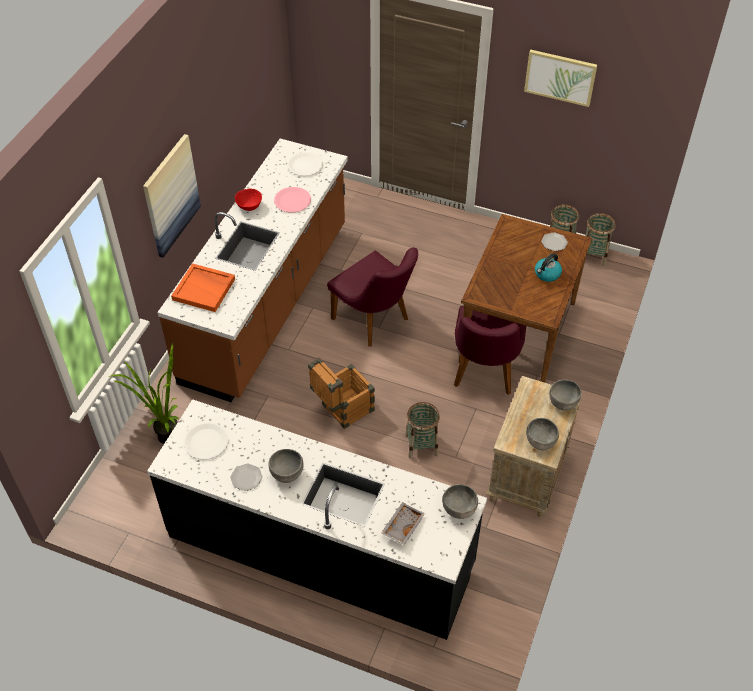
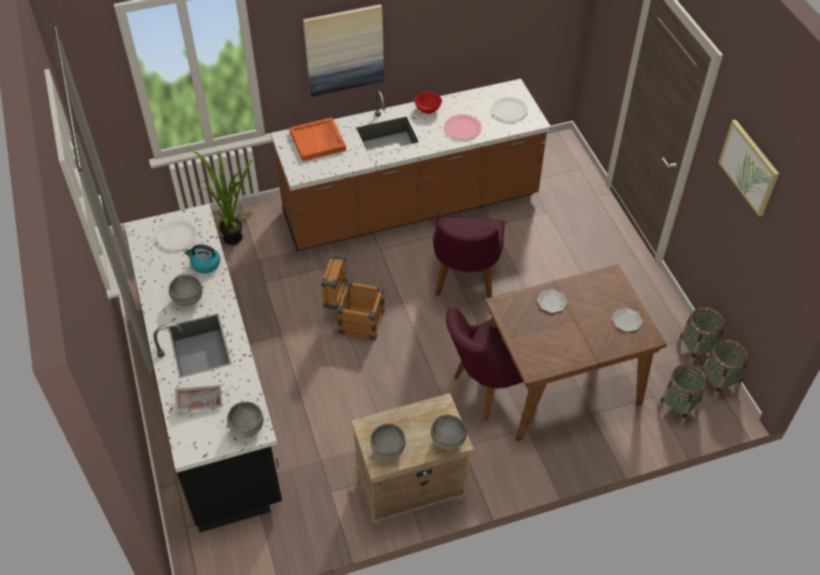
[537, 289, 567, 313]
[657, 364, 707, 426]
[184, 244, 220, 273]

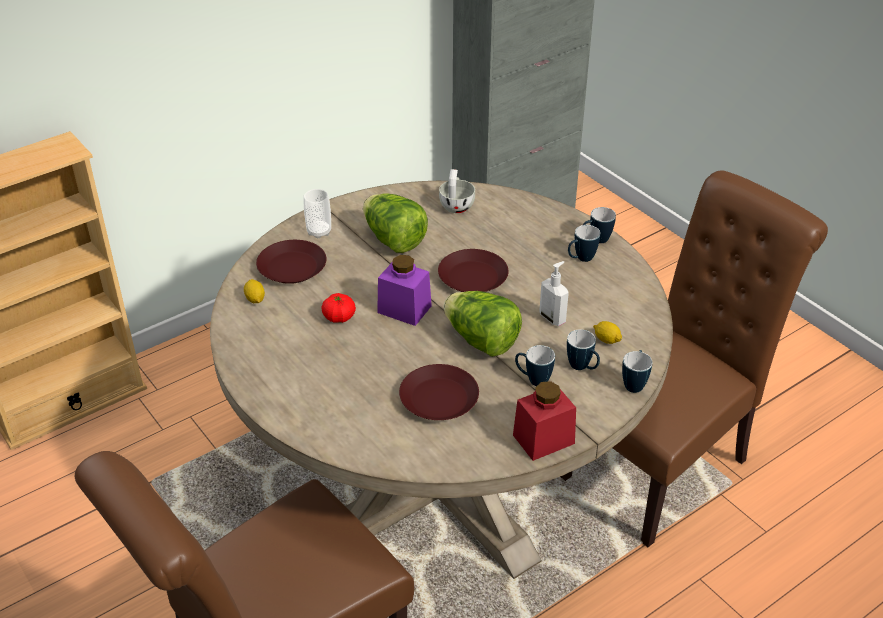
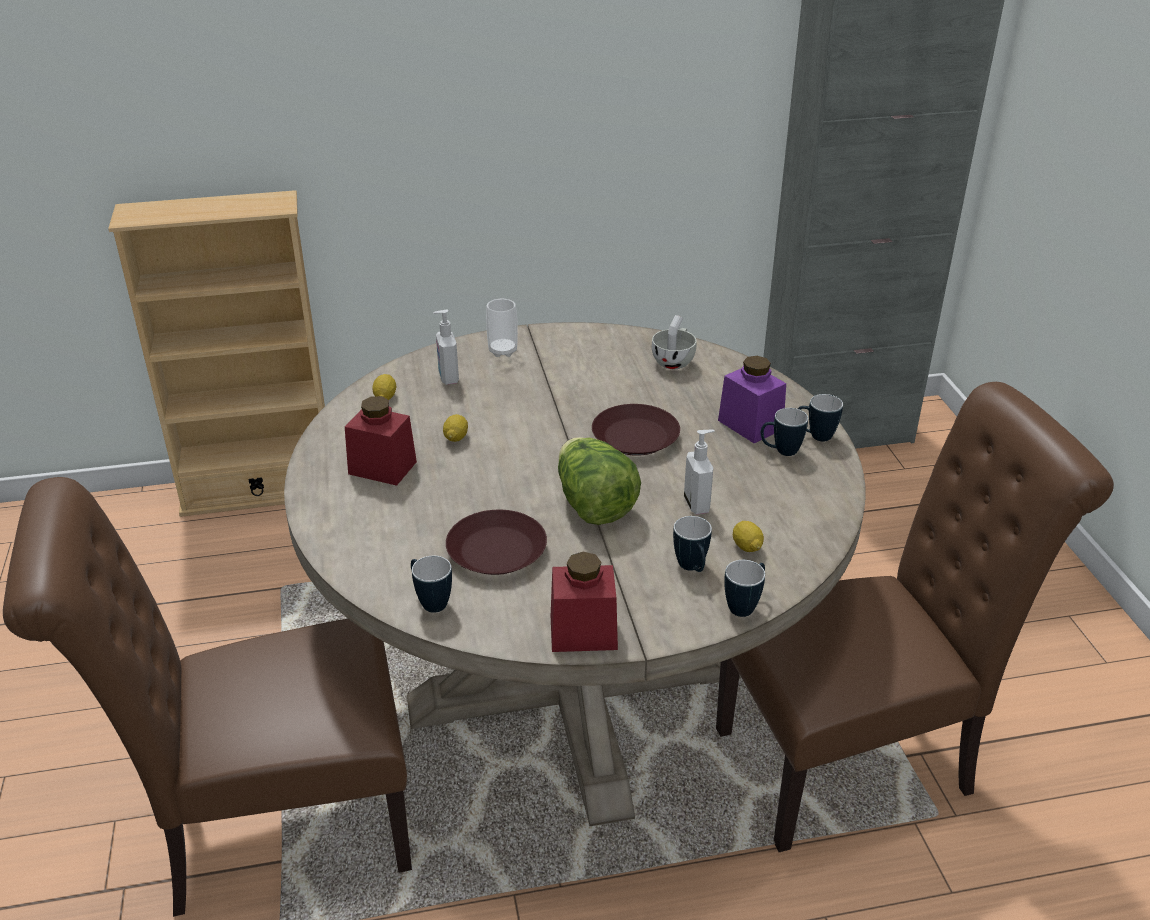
[363, 193, 428, 253] (first image)
[345, 396, 417, 486]
[718, 356, 786, 443]
[411, 556, 452, 613]
[433, 310, 459, 385]
[443, 414, 468, 442]

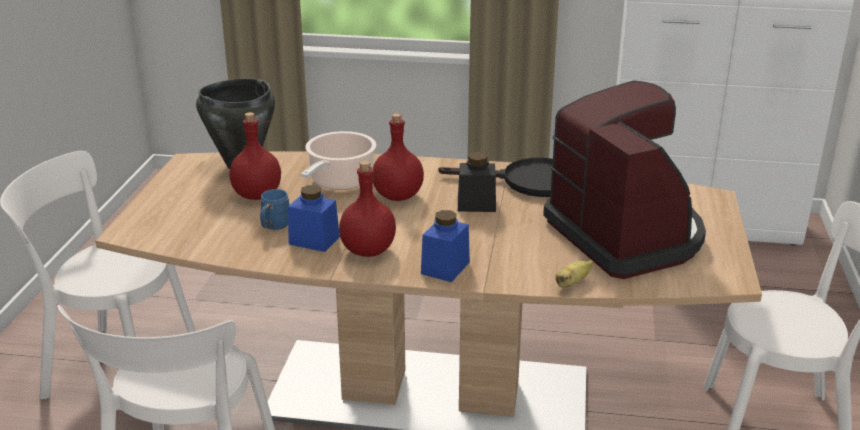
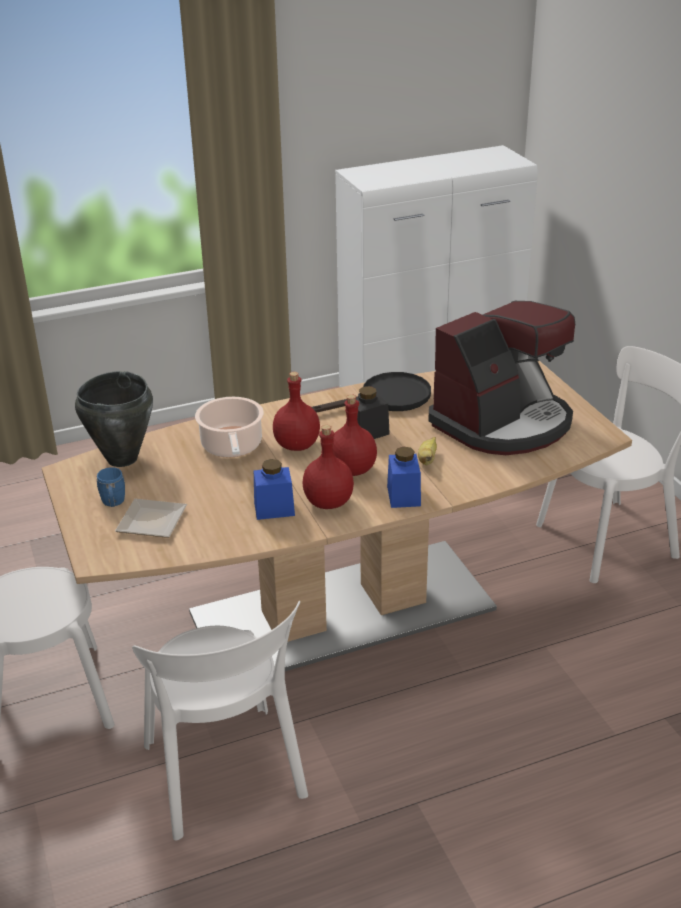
[115, 499, 187, 538]
[333, 394, 377, 476]
[97, 467, 125, 507]
[418, 437, 437, 465]
[428, 301, 575, 455]

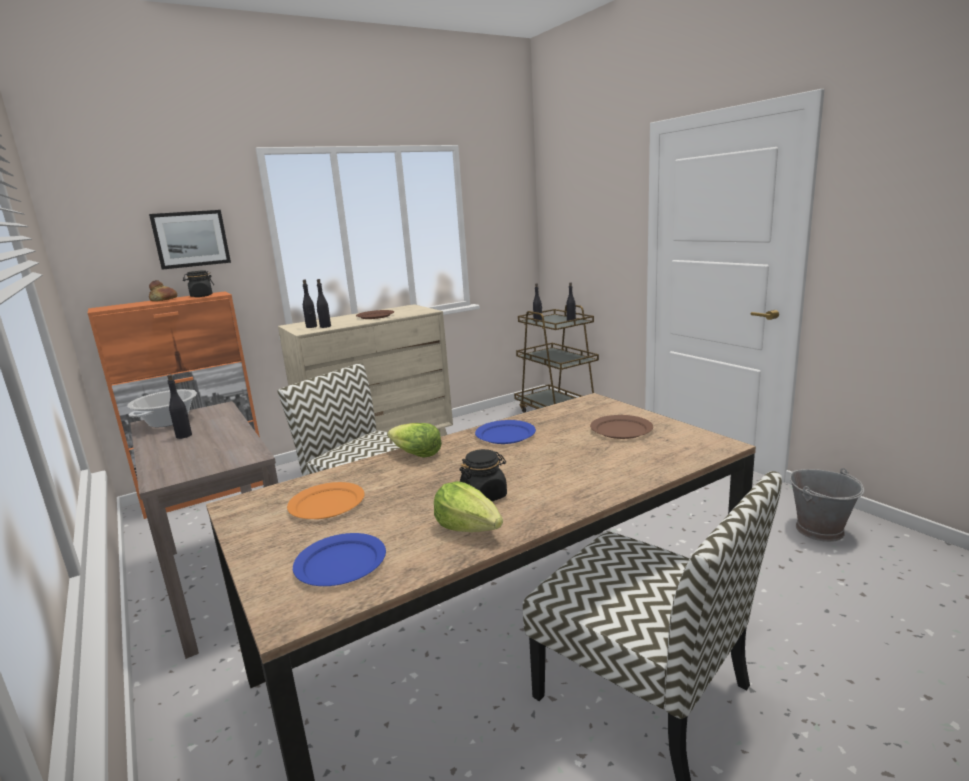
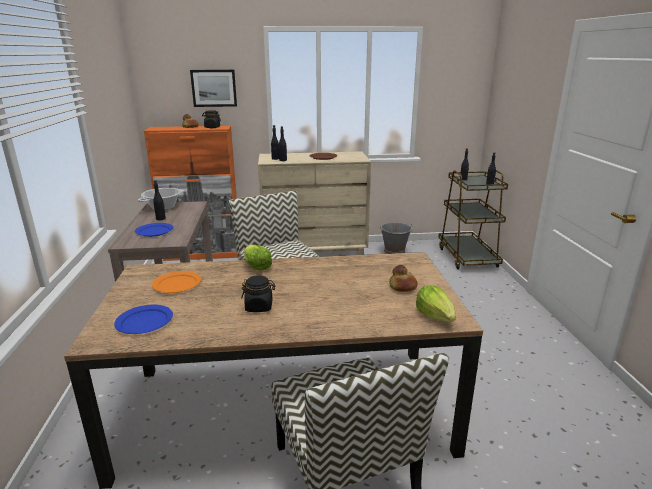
[416, 285, 456, 322]
[135, 223, 173, 237]
[379, 222, 413, 254]
[389, 265, 417, 292]

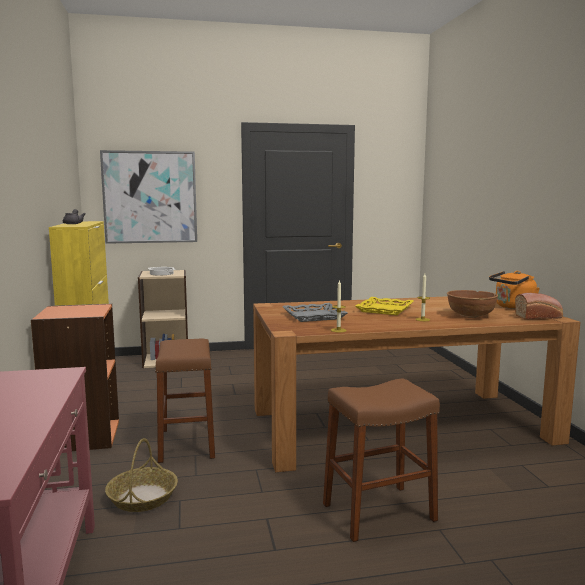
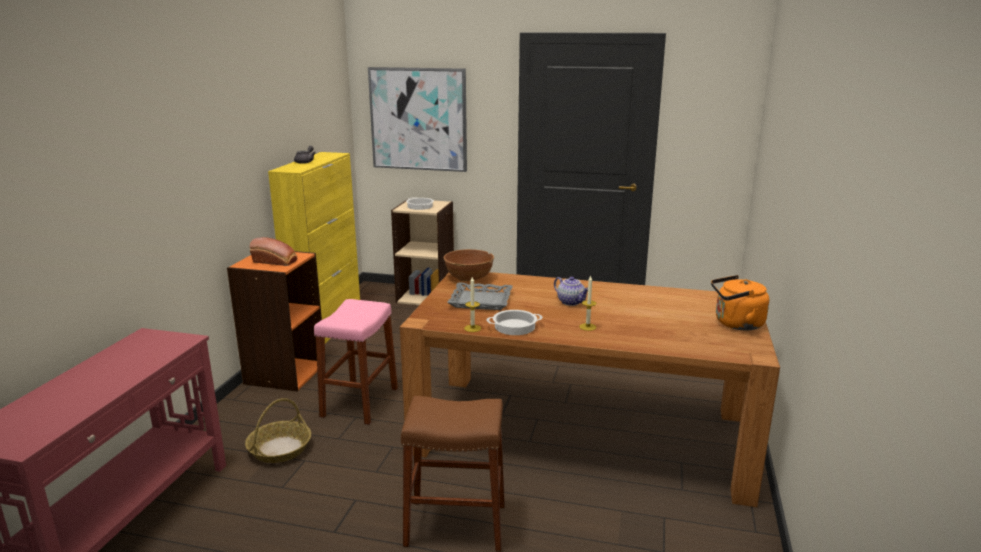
[486, 310, 543, 335]
[444, 249, 494, 281]
[250, 237, 297, 266]
[554, 277, 588, 306]
[314, 299, 398, 425]

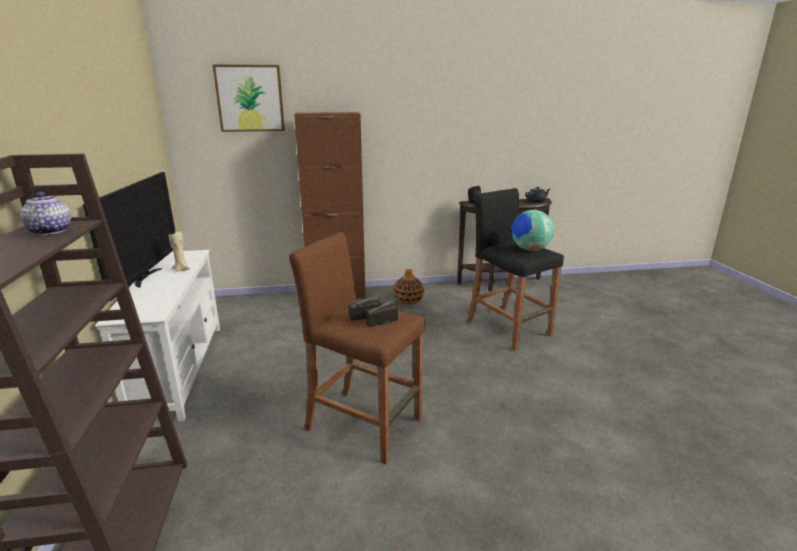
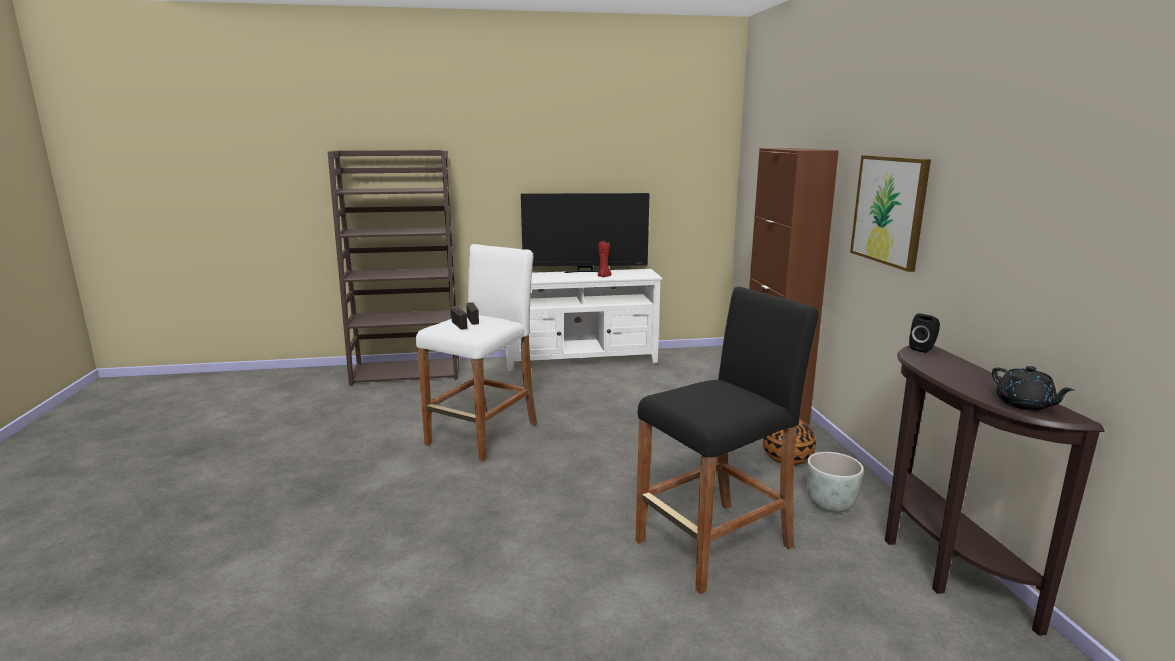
[20, 192, 71, 235] (first image)
[511, 210, 554, 251] (first image)
[807, 452, 864, 513]
[850, 155, 931, 272]
[598, 242, 612, 277]
[416, 244, 537, 461]

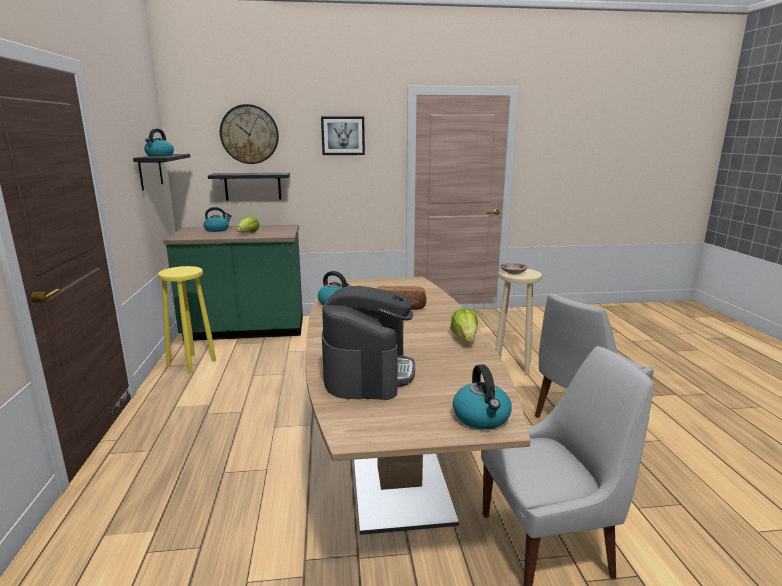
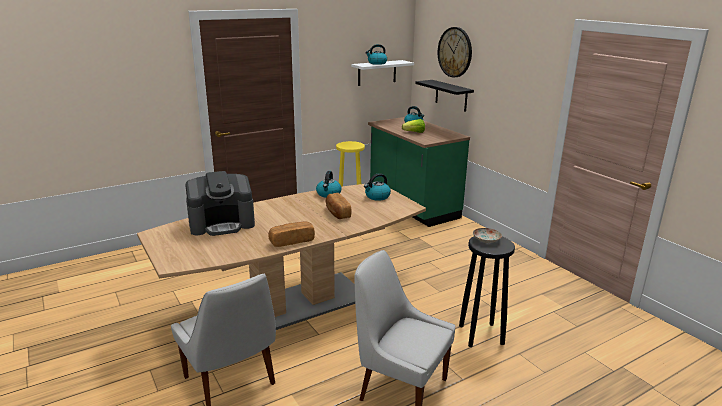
[321, 116, 365, 155] (first image)
[364, 173, 391, 201]
[268, 221, 315, 247]
[351, 60, 414, 86]
[459, 236, 515, 347]

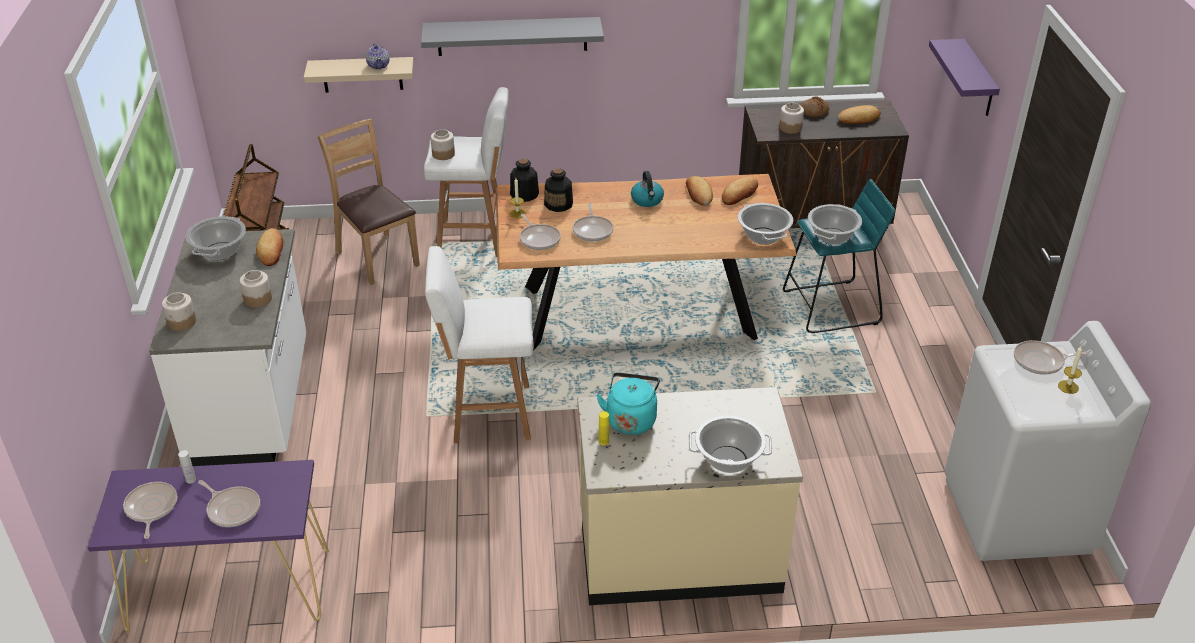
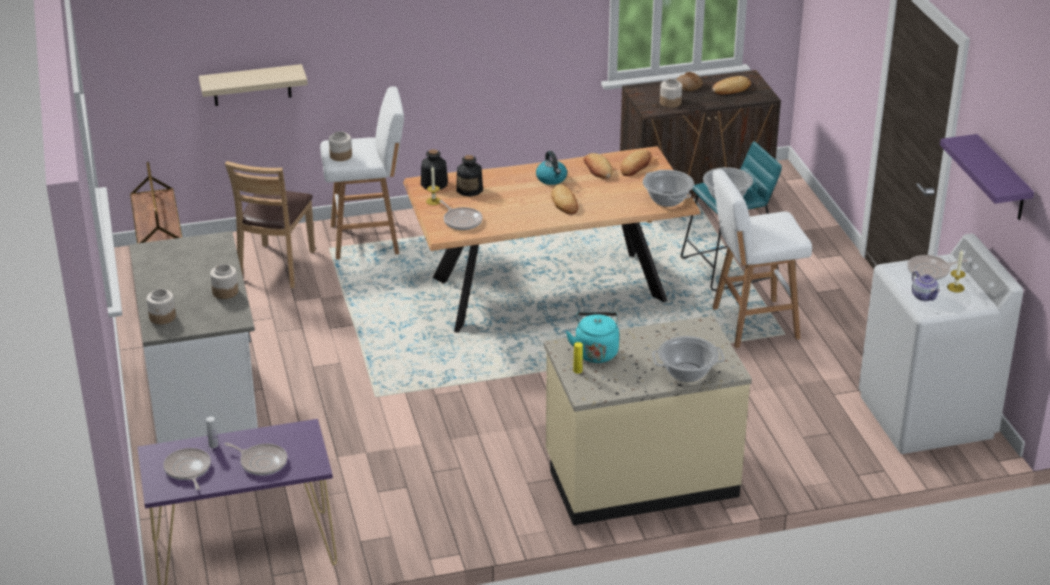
[186, 216, 246, 261] (first image)
[421, 17, 604, 56] (first image)
[573, 203, 613, 241] (first image)
[551, 184, 578, 215]
[912, 271, 940, 301]
[712, 169, 812, 348]
[940, 134, 1034, 220]
[225, 161, 315, 288]

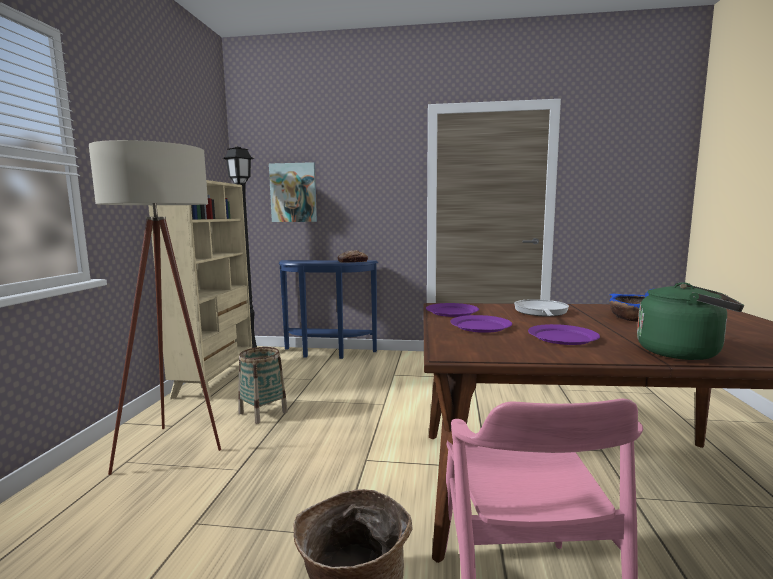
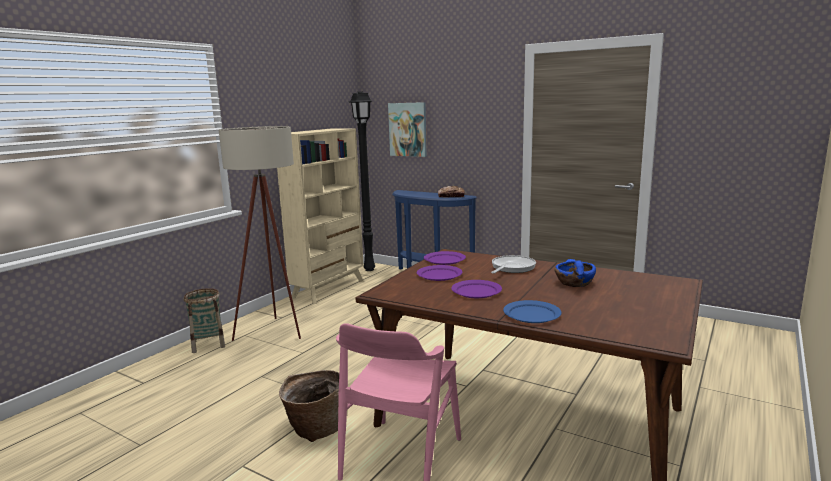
[184, 288, 225, 353]
[503, 300, 562, 323]

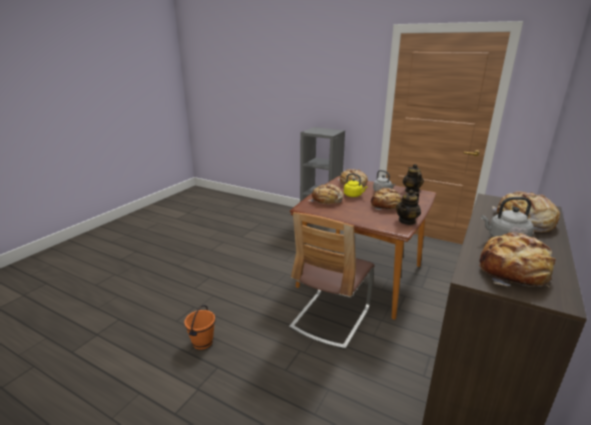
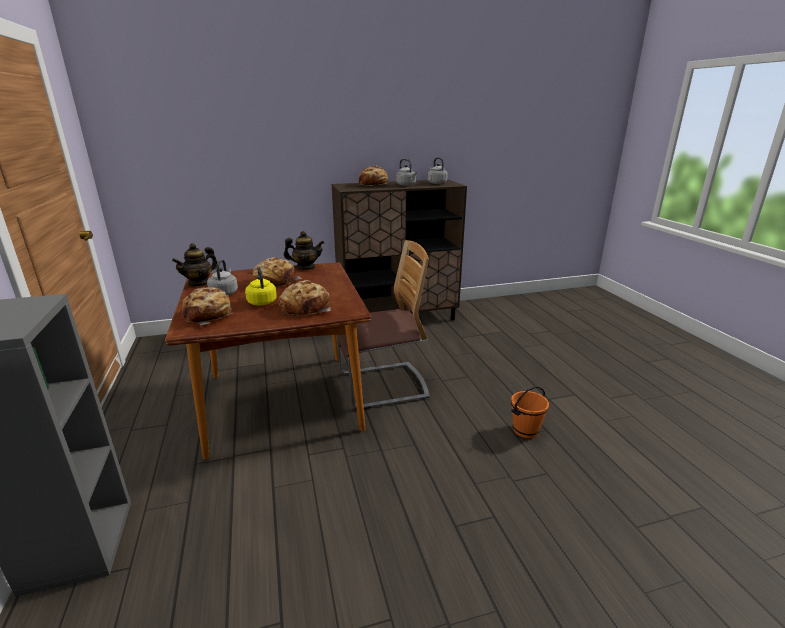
[427, 157, 448, 184]

